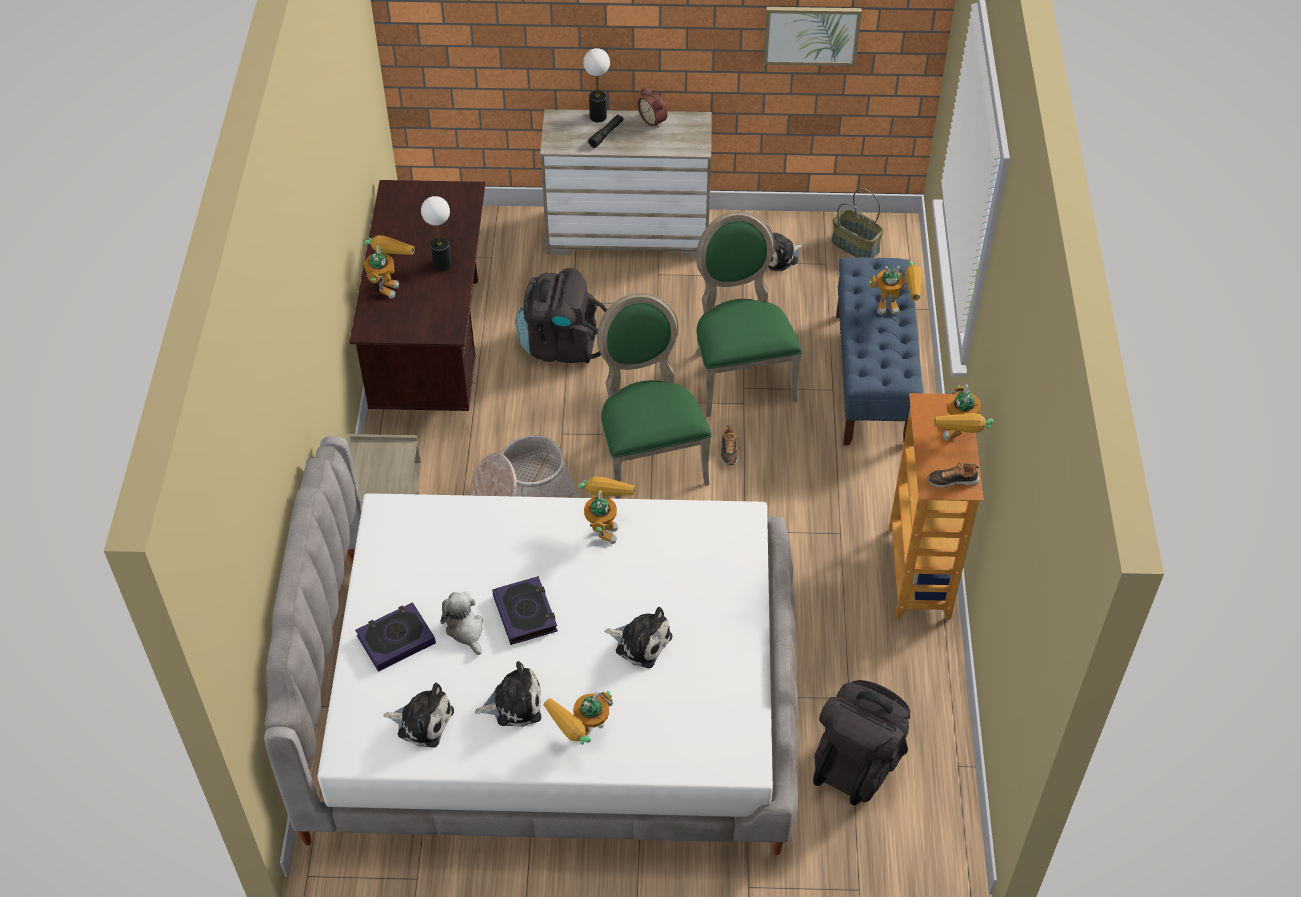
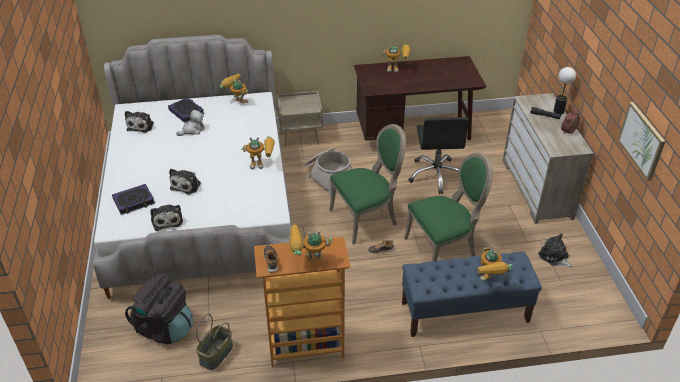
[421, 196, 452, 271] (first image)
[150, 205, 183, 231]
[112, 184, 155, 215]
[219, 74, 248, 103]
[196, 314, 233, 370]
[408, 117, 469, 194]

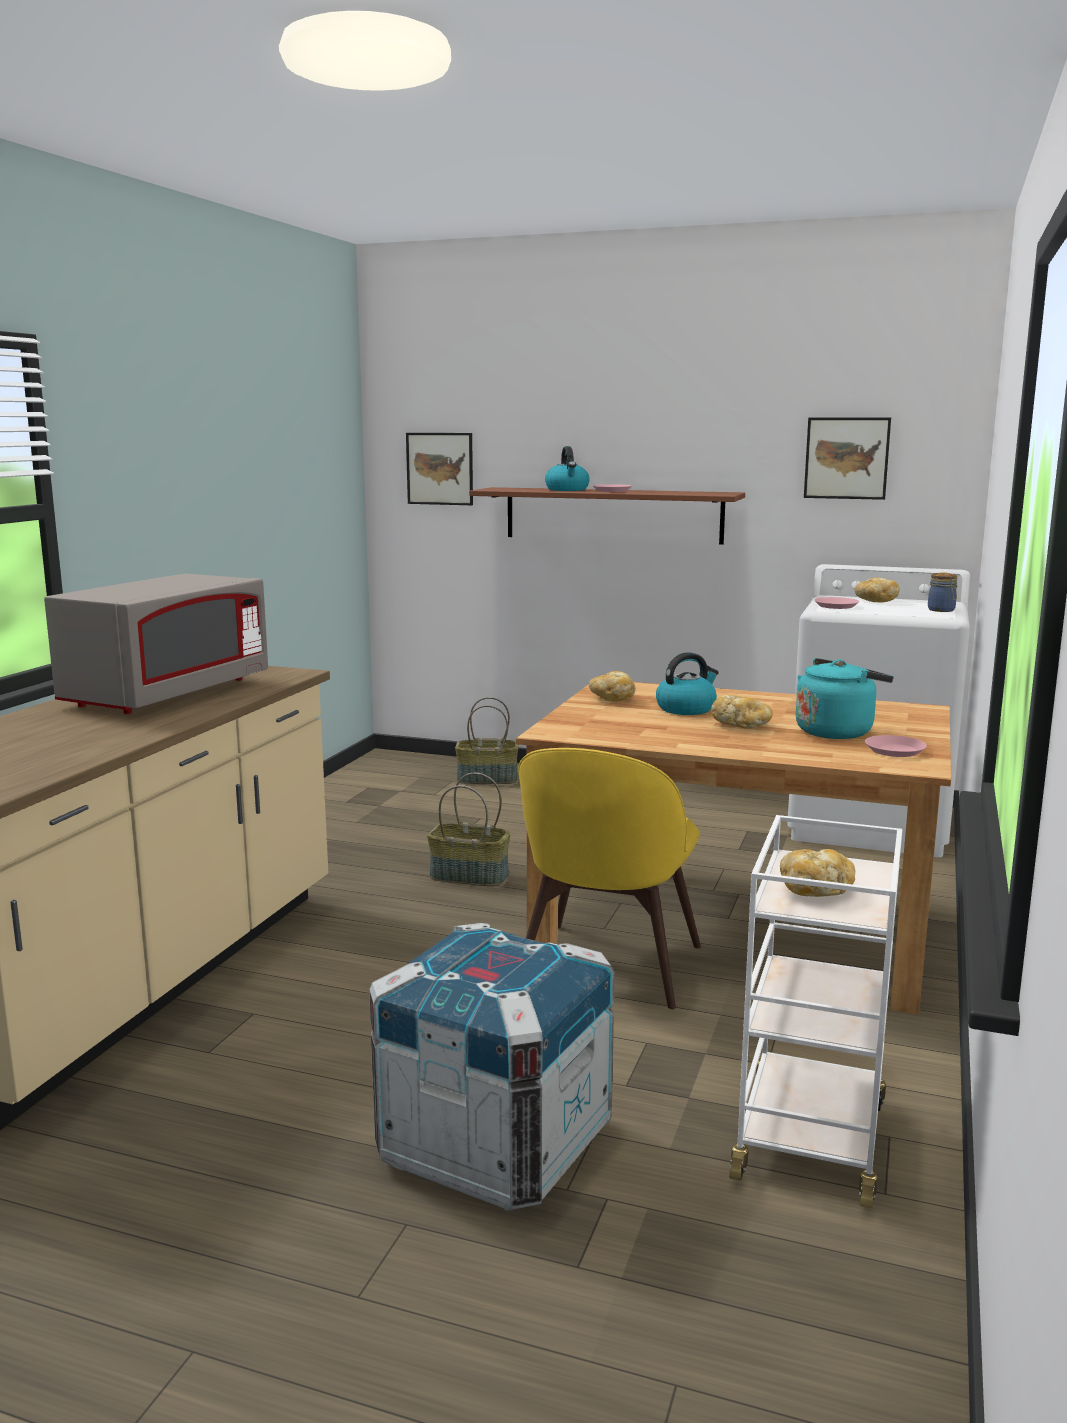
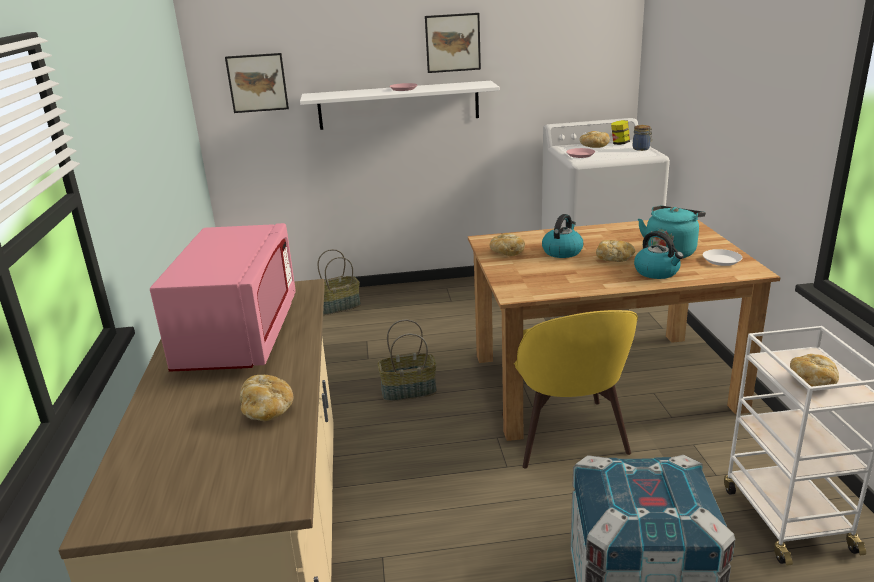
[240, 375, 293, 421]
[611, 120, 630, 145]
[634, 231, 684, 279]
[425, 13, 481, 73]
[150, 223, 296, 372]
[300, 81, 500, 130]
[703, 249, 742, 266]

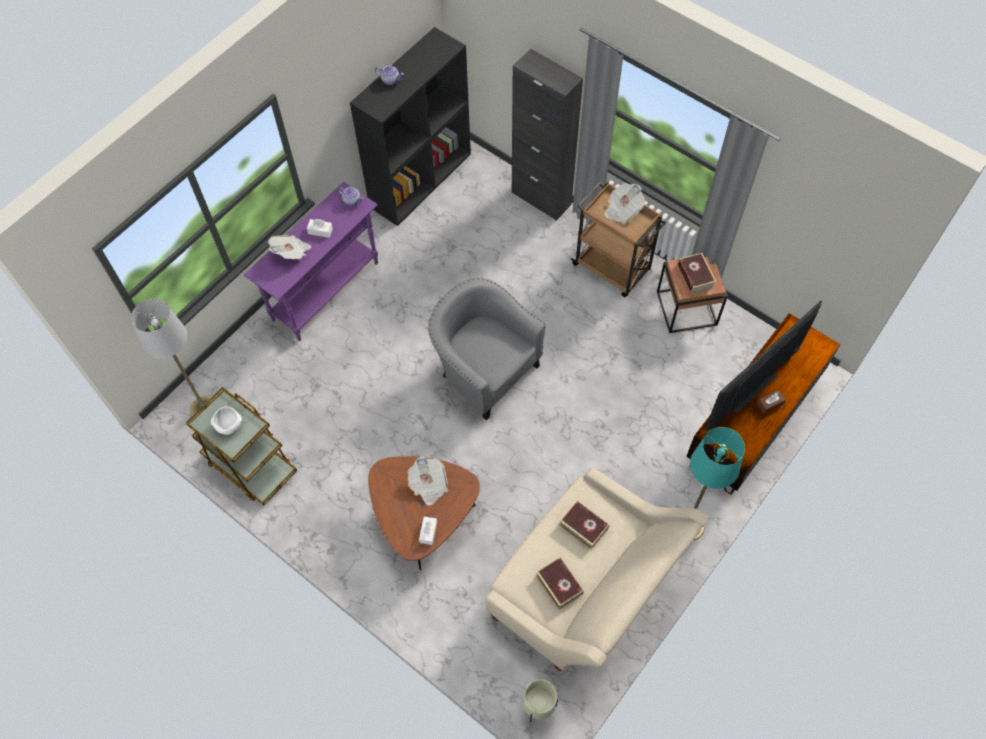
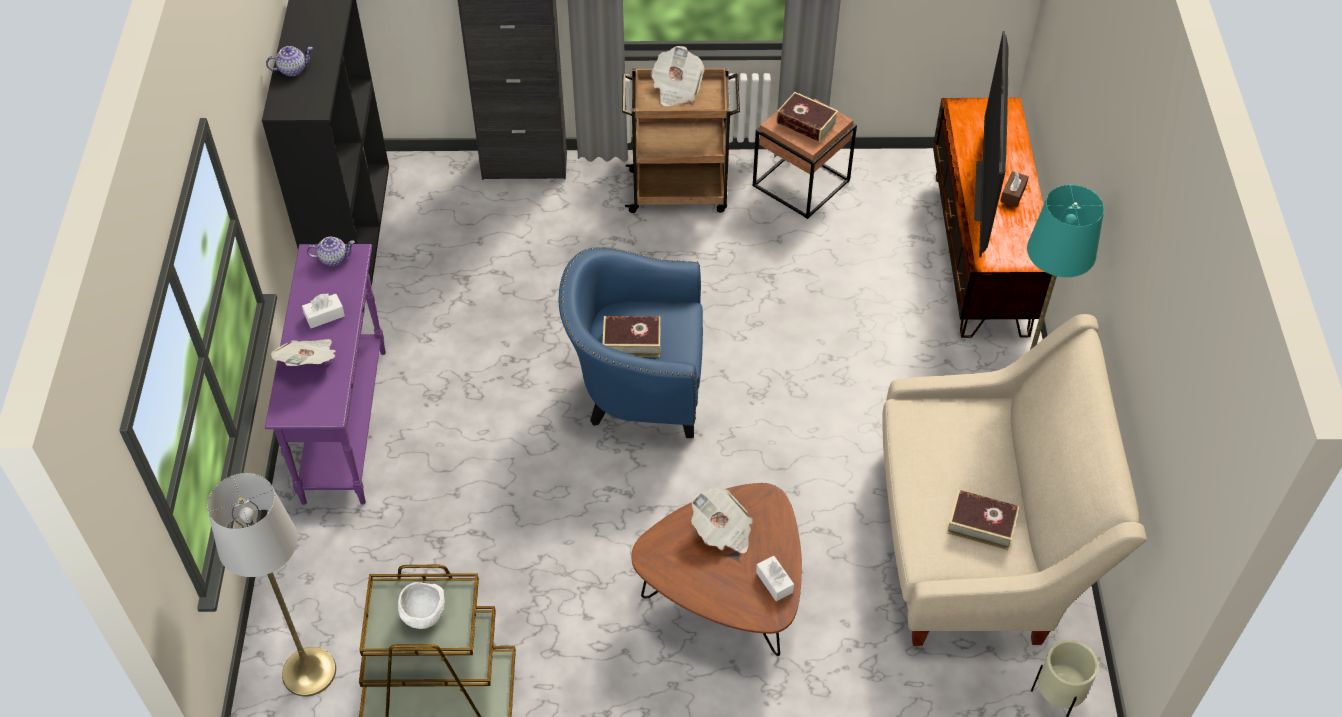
[603, 316, 661, 357]
[559, 247, 703, 438]

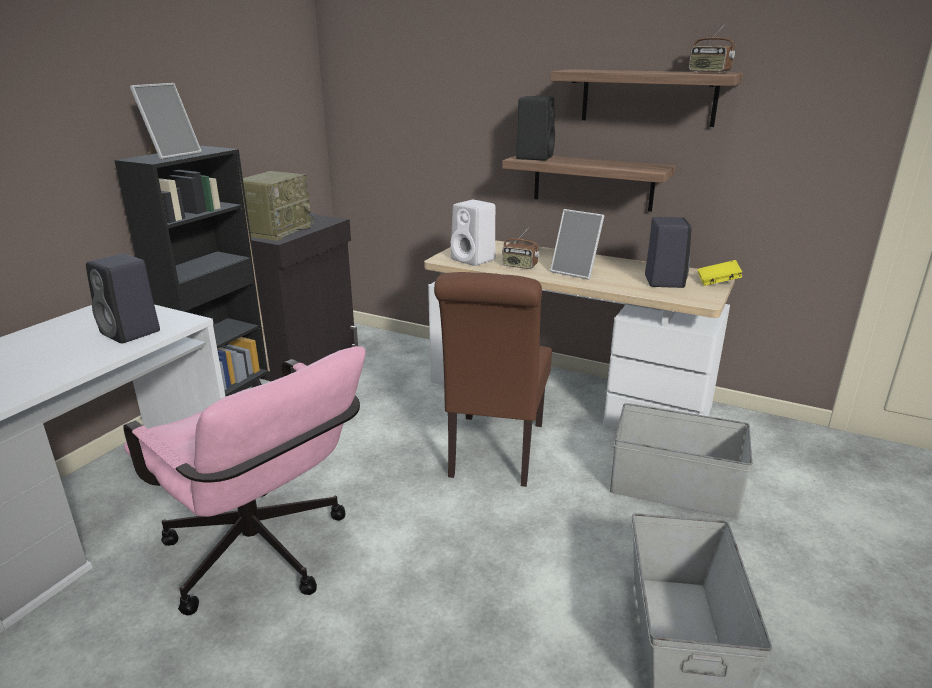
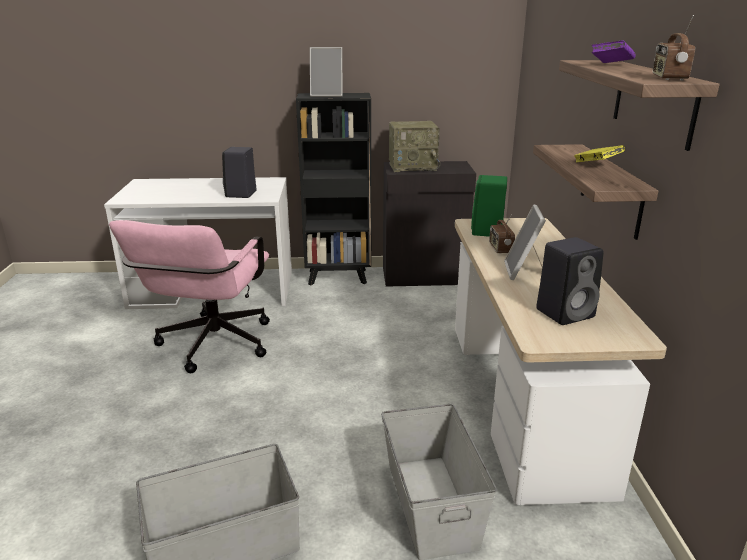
[434, 272, 552, 487] (first image)
[516, 96, 555, 161] (first image)
[592, 41, 636, 63]
[574, 145, 625, 162]
[471, 175, 507, 237]

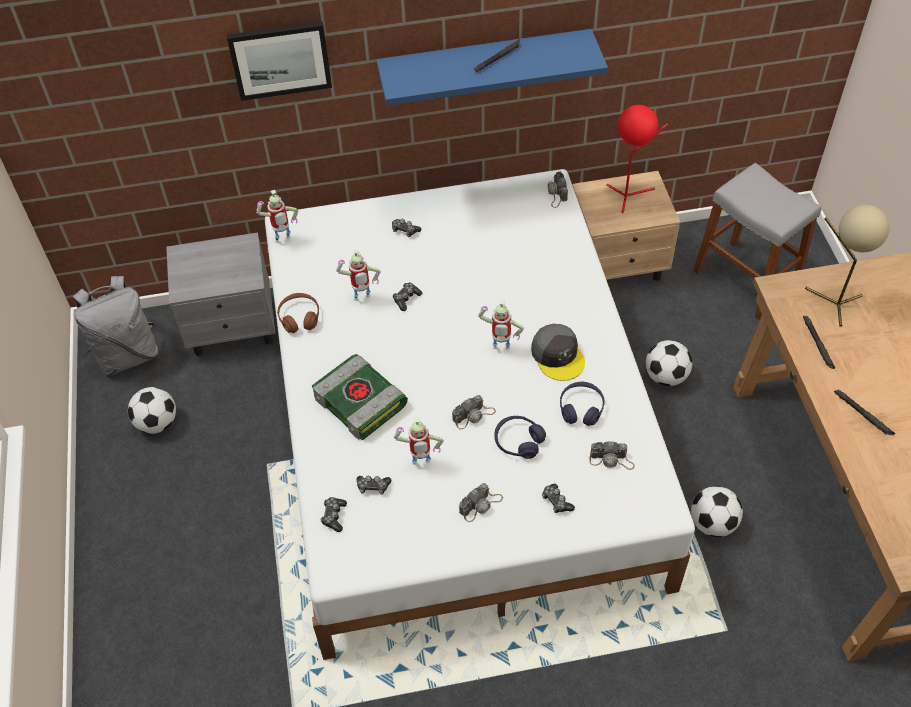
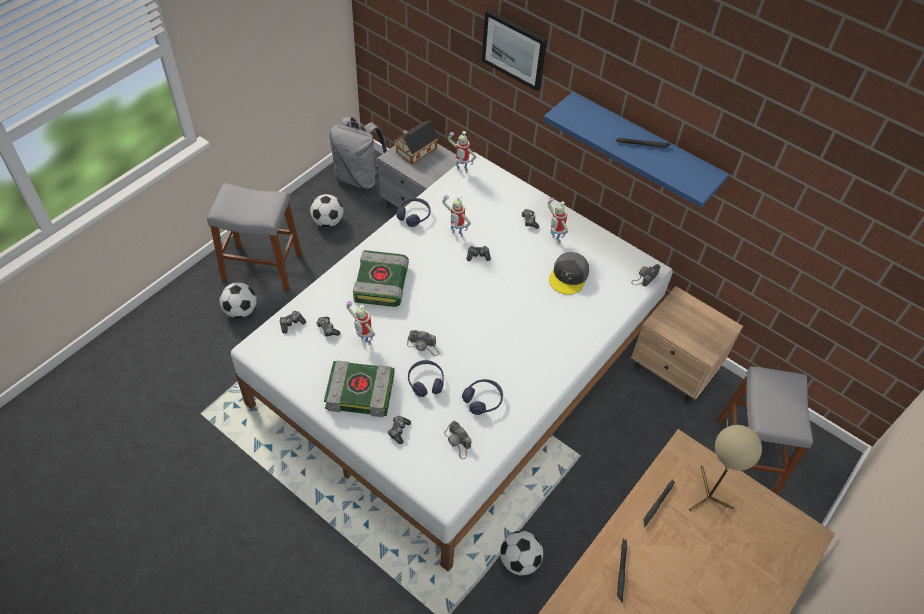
[607, 105, 668, 213] (first image)
[207, 183, 302, 292]
[394, 121, 439, 164]
[548, 198, 568, 244]
[549, 252, 589, 295]
[220, 282, 257, 318]
[324, 361, 394, 417]
[397, 198, 430, 227]

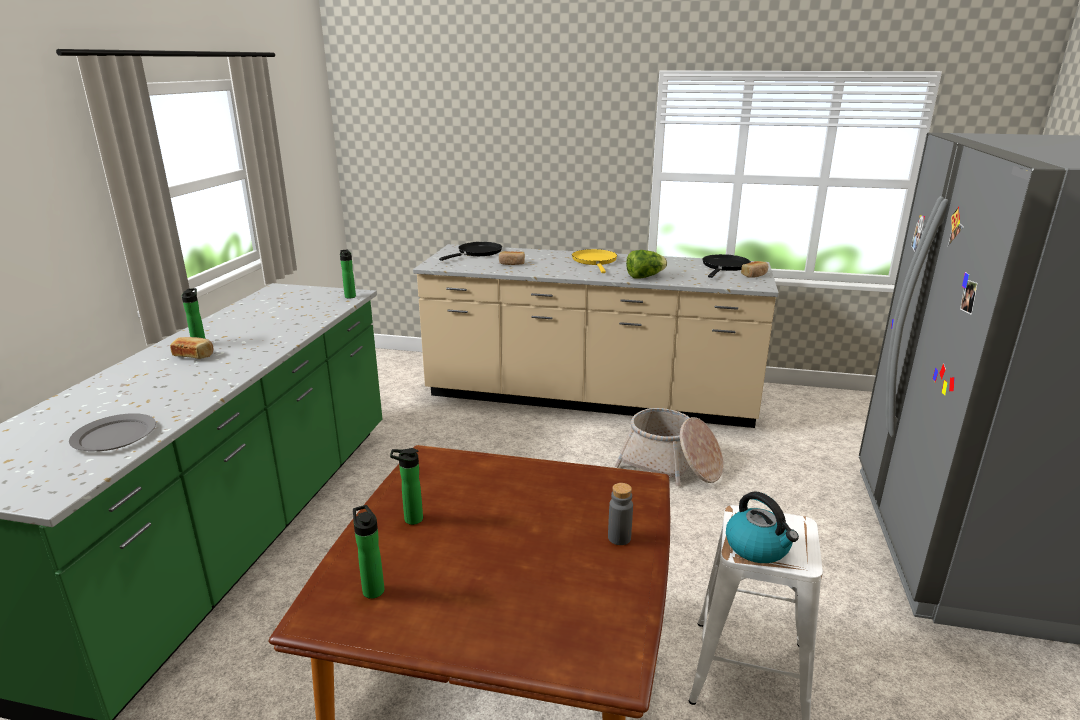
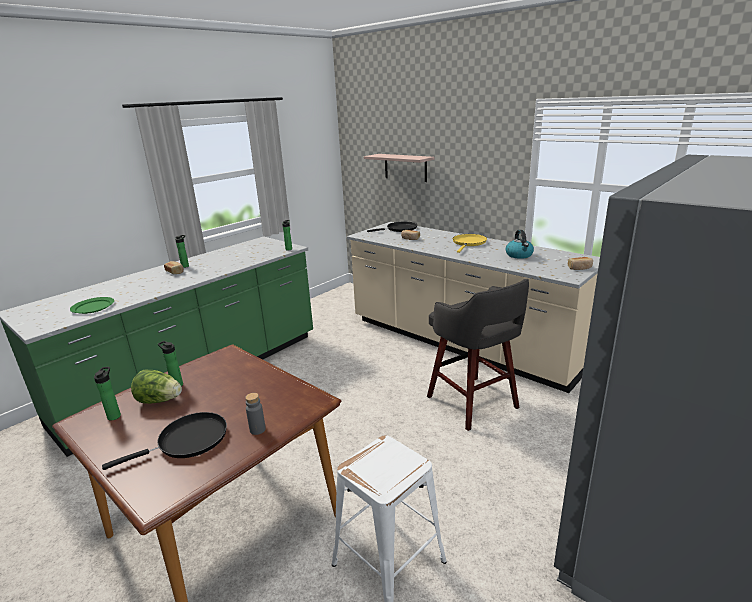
[364, 154, 435, 182]
[131, 369, 182, 404]
[102, 412, 227, 470]
[506, 230, 534, 259]
[427, 279, 529, 431]
[70, 297, 114, 314]

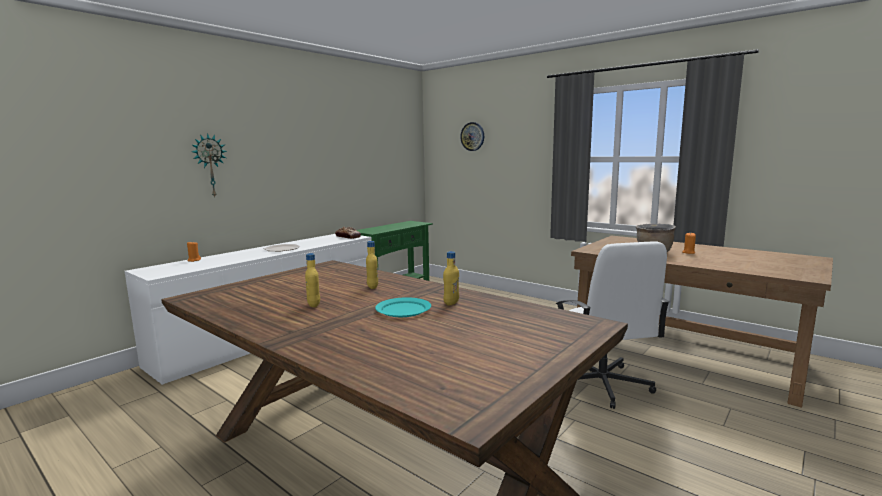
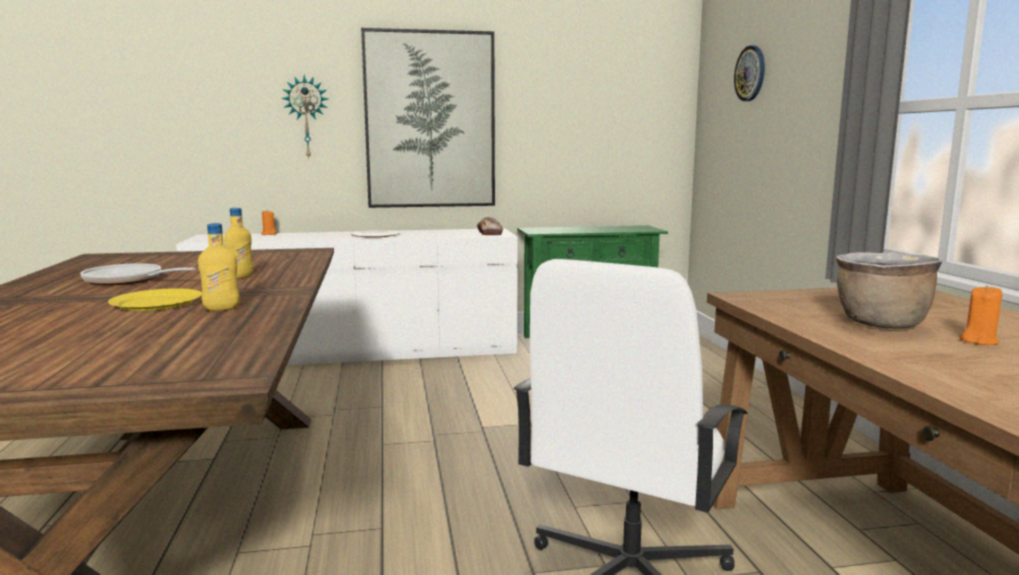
[361, 28, 495, 208]
[80, 263, 196, 285]
[108, 288, 202, 311]

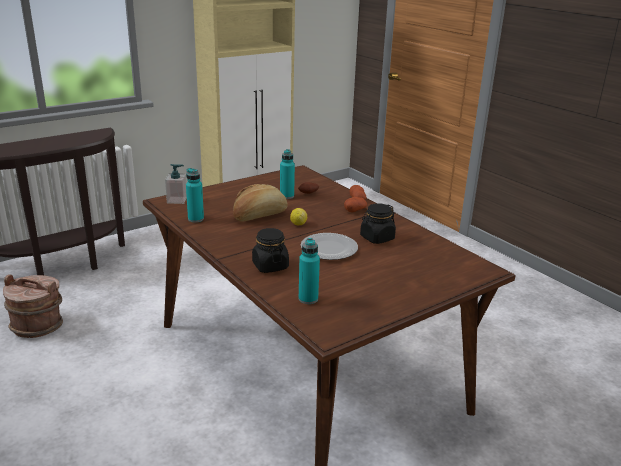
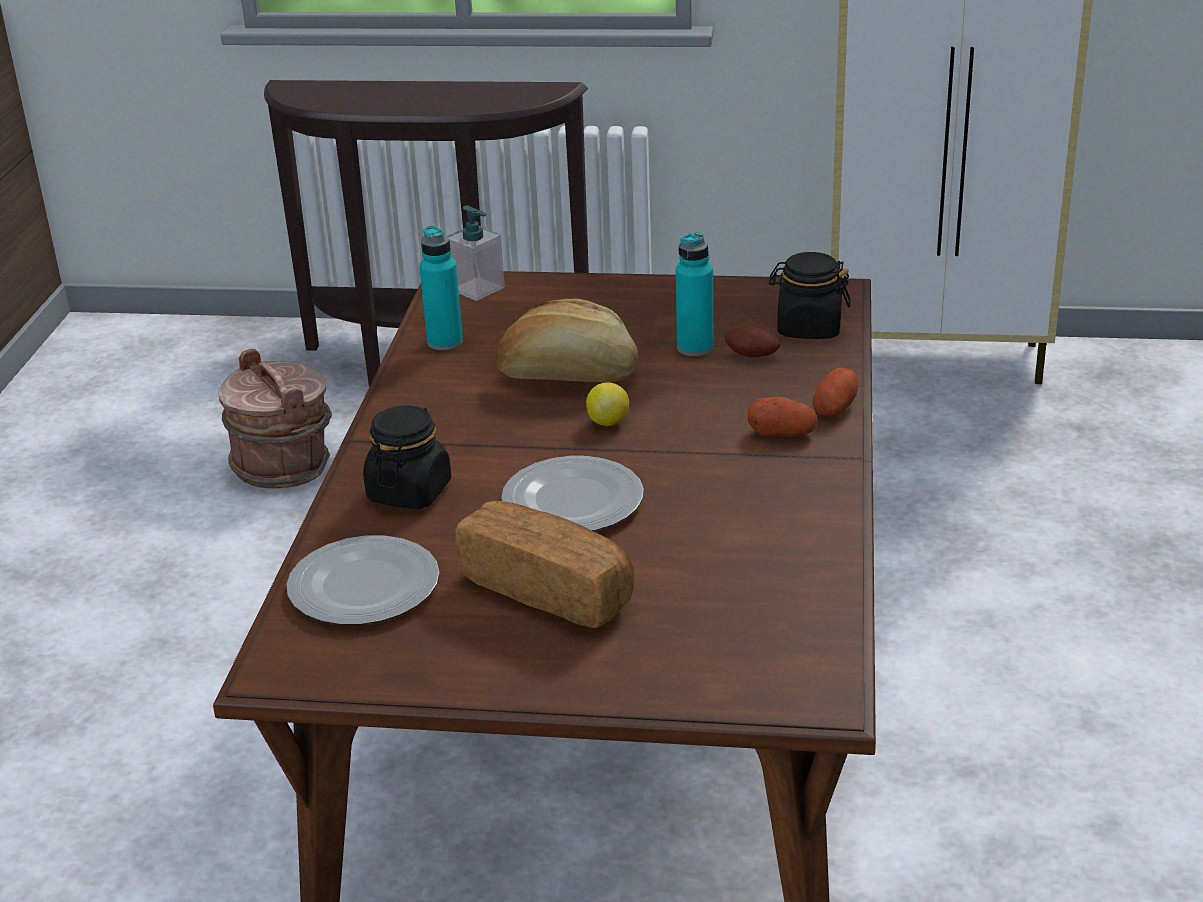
[456, 501, 634, 628]
[769, 252, 851, 339]
[286, 536, 439, 625]

